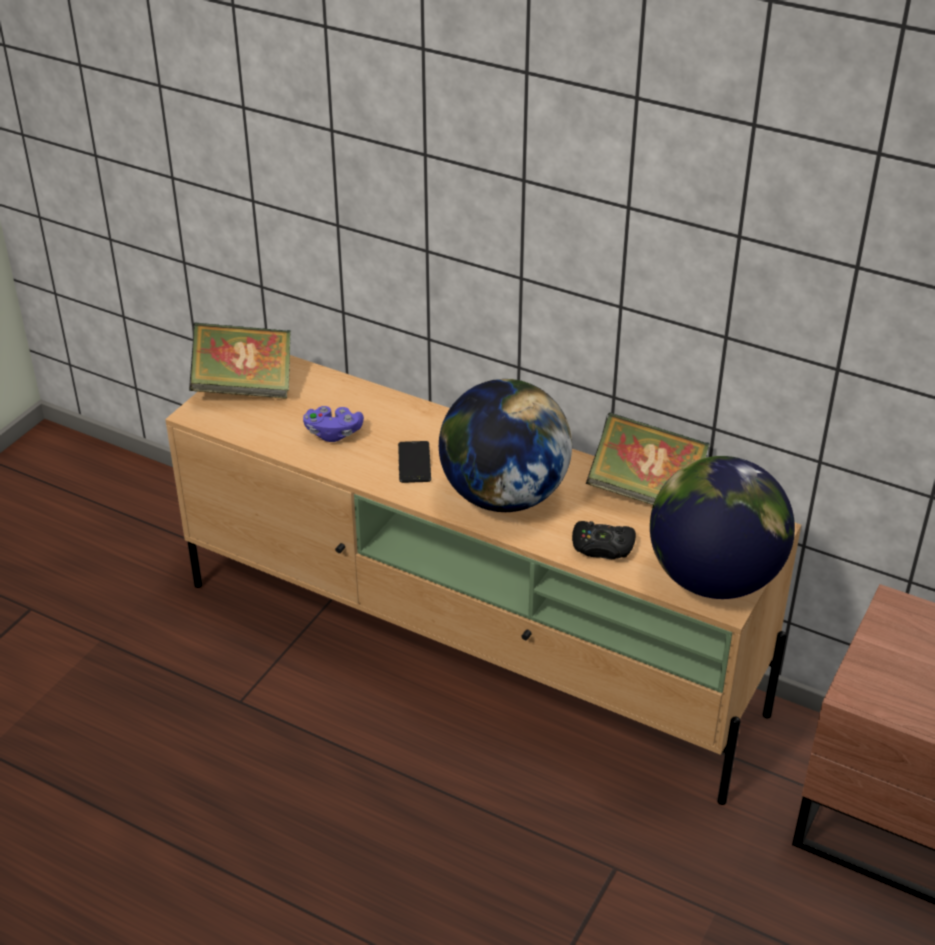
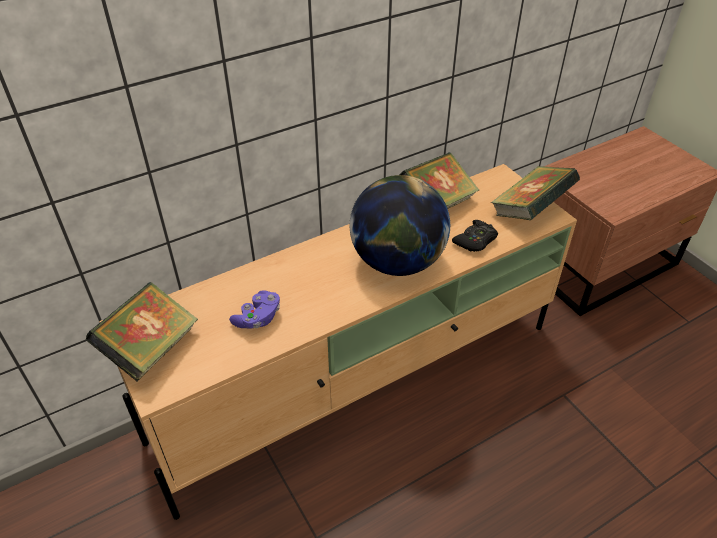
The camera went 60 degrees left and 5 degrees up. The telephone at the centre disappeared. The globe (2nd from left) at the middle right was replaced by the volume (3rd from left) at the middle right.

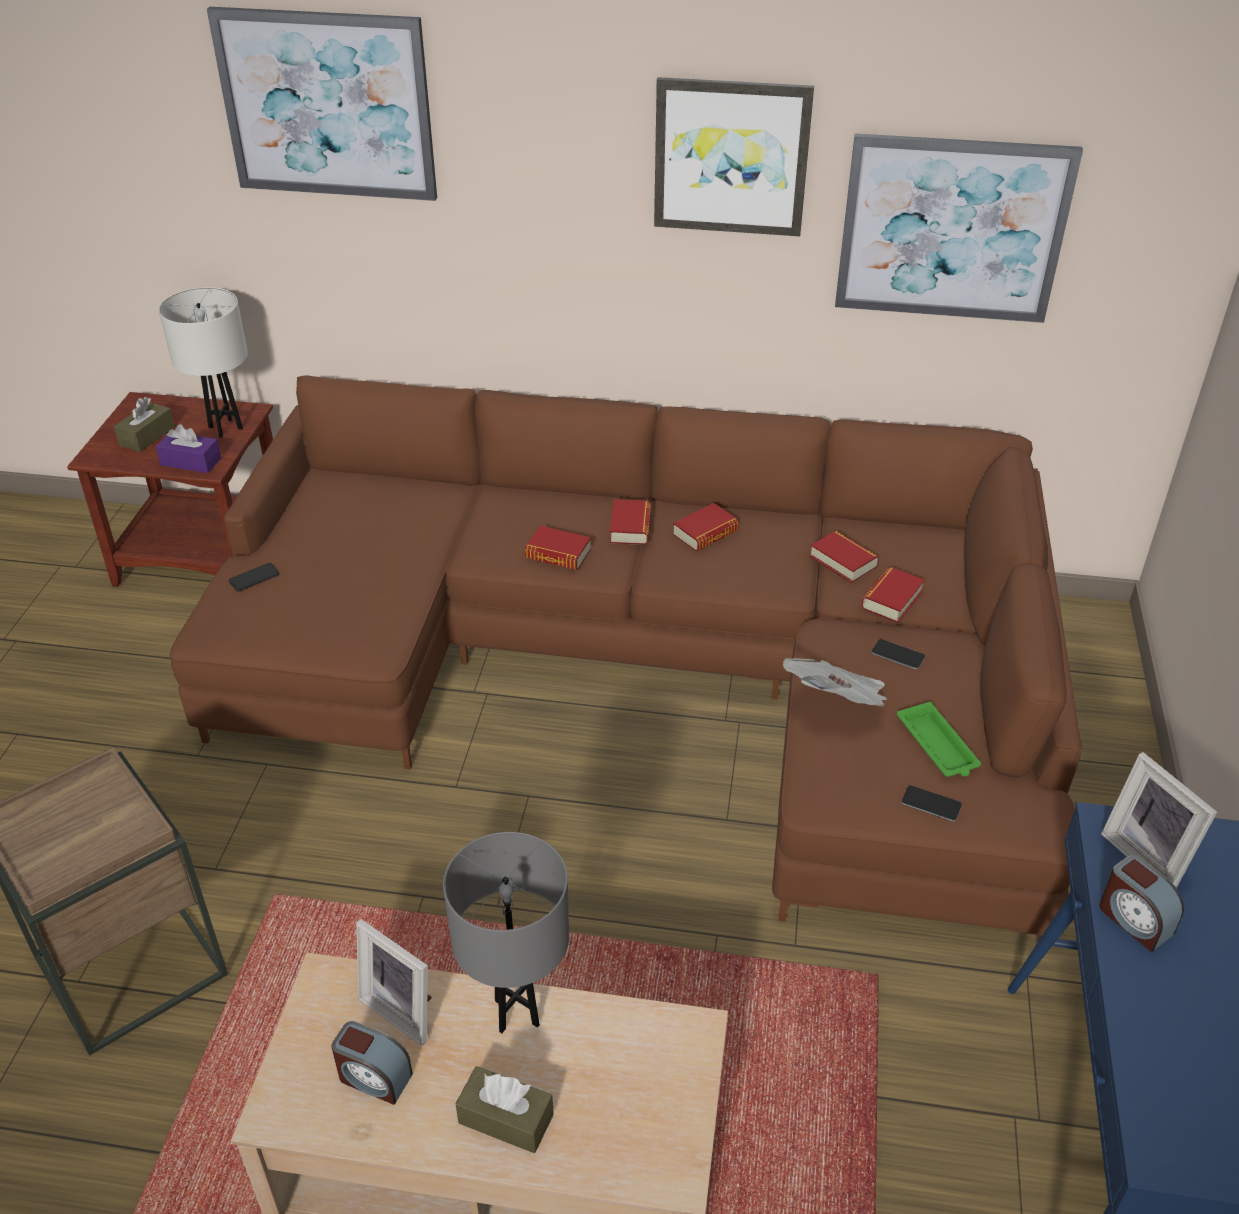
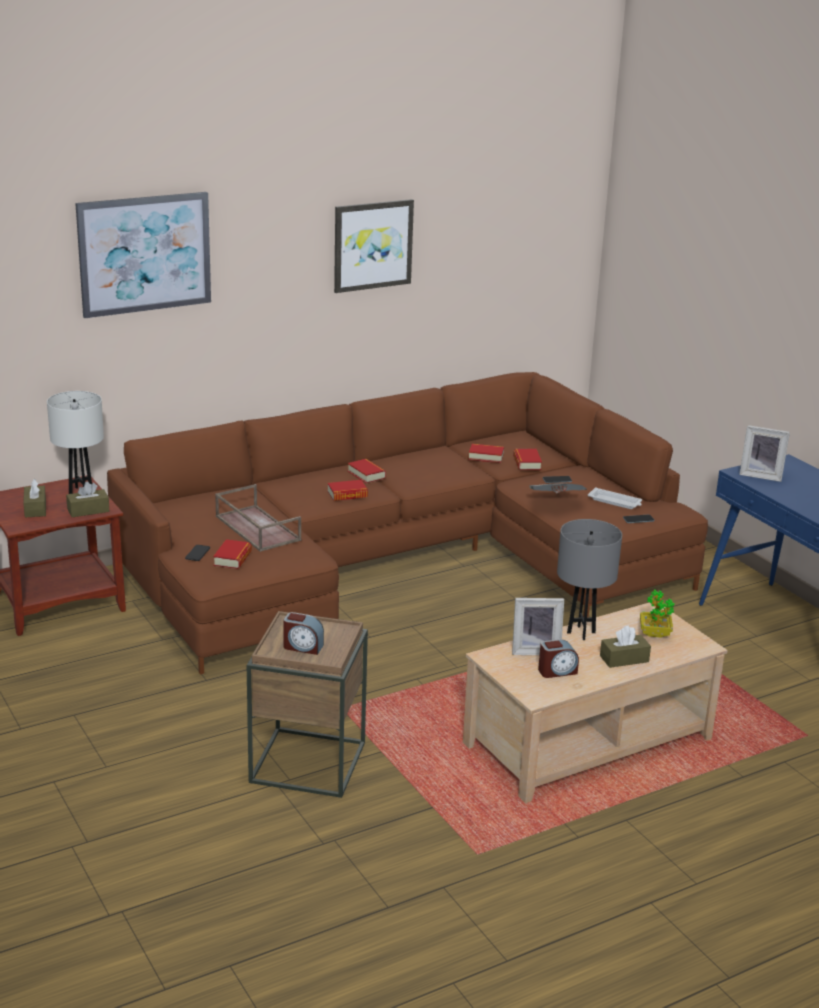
The camera went 40 degrees left and 15 degrees down. The wall art (3rd from left) at the top right disappeared. The brown tray at the middle left appeared. The plant in a pot at the middle right appeared. The volume (3rd from left in the first image) moved from the centre to the middle left. The alarm clock (2nd from left in the first image) moved from the bottom right to the centre. The purple box of tissues at the middle left became the brown box of tissues (2nd from left) at the middle left. The green-coloured tray at the middle right became the white tray at the middle right.

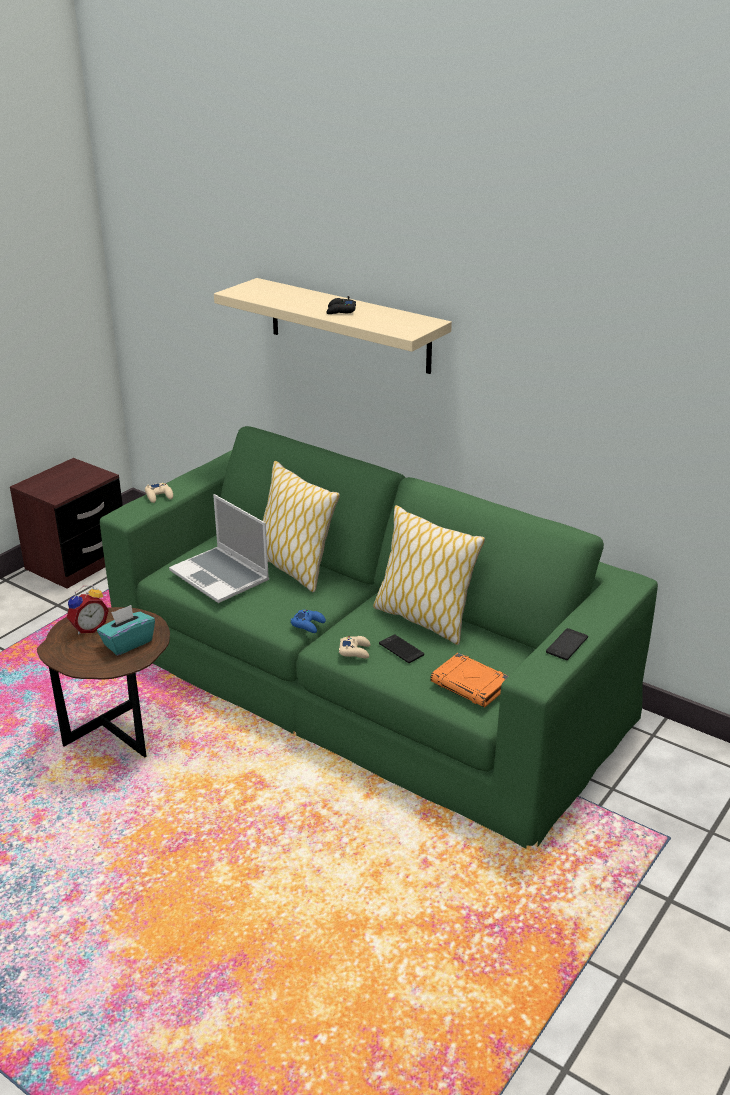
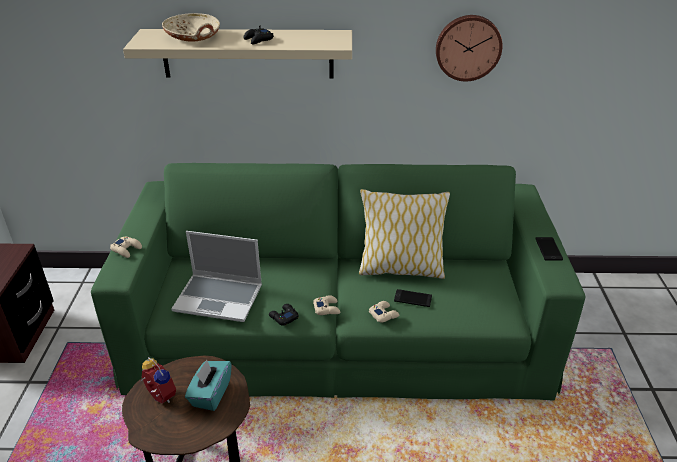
The camera went 35 degrees left and 5 degrees up. The cushion (1st from left) at the centre disappeared. The orangey volume at the centre disappeared. The sand-coloured deep dish at the top left appeared. The blackish gamepad (2nd from left) at the bottom centre appeared. The hanging clock at the top right appeared. The blue-coloured gamepad at the centre became the sand-coloured gamepad (2nd from left) at the centre. The alarm clock at the middle left turned 60 degrees counterclockwise.

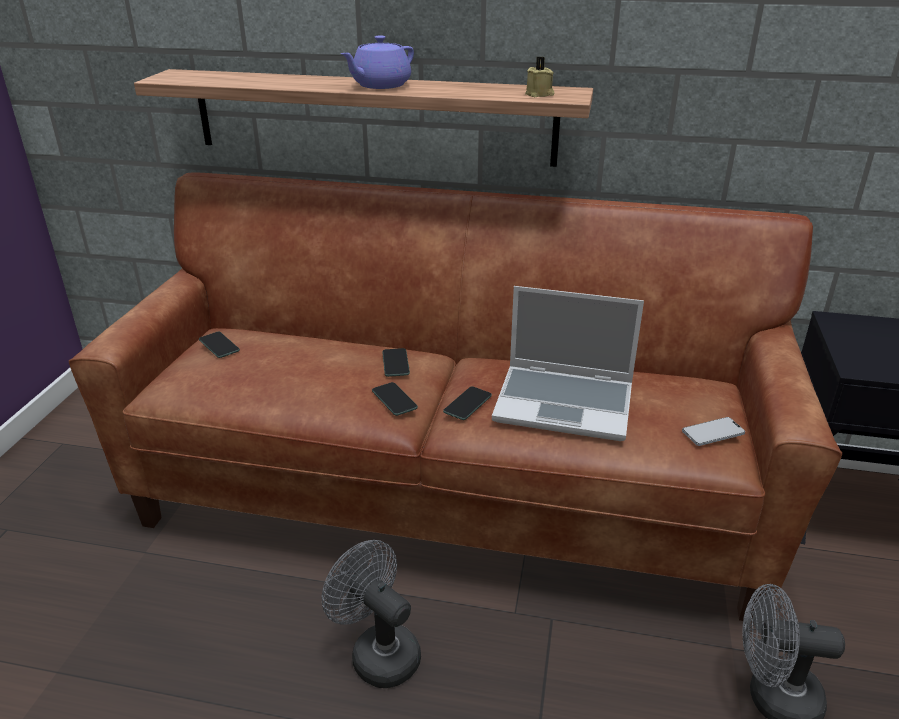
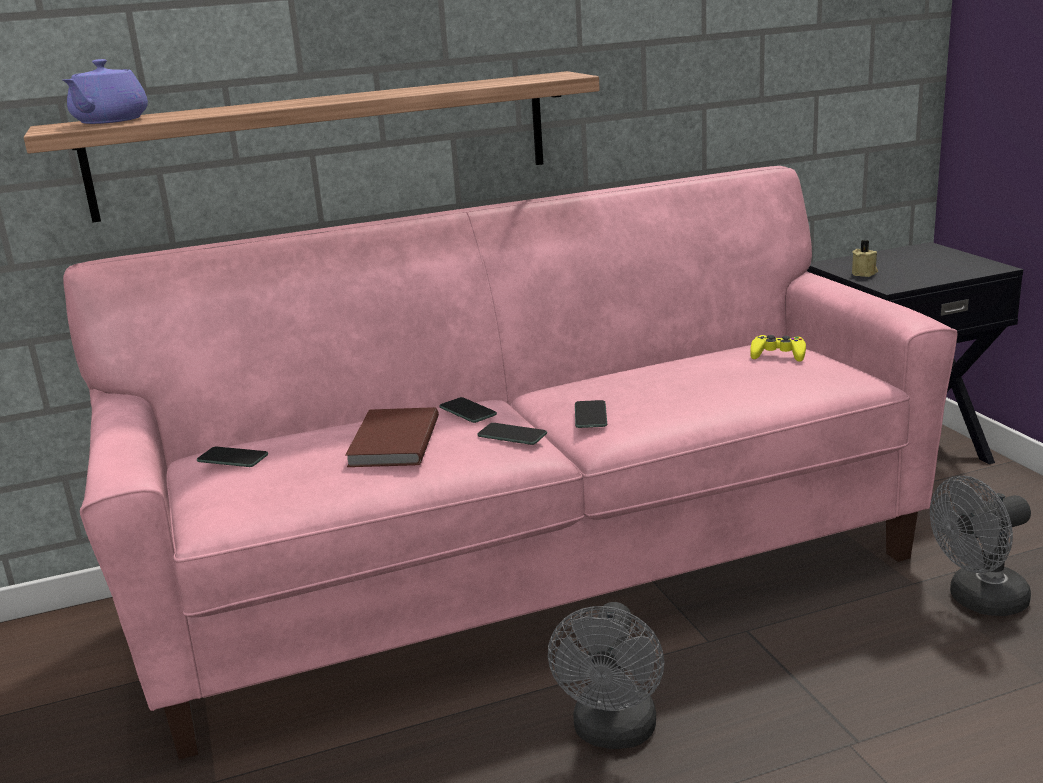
The camera went 30 degrees left and 10 degrees down. The laptop at the centre disappeared. The telephone (5th from left) at the middle right disappeared. The brown volume at the centre appeared. The yellow gamepad at the middle right appeared. The purple pot for tea moved from the top centre to the top left. The sand-coloured candle moved from the top centre to the top right. The brown settee at the centre became the pink settee at the centre. The greyish fan (1st from left) at the bottom centre turned 90 degrees counterclockwise.

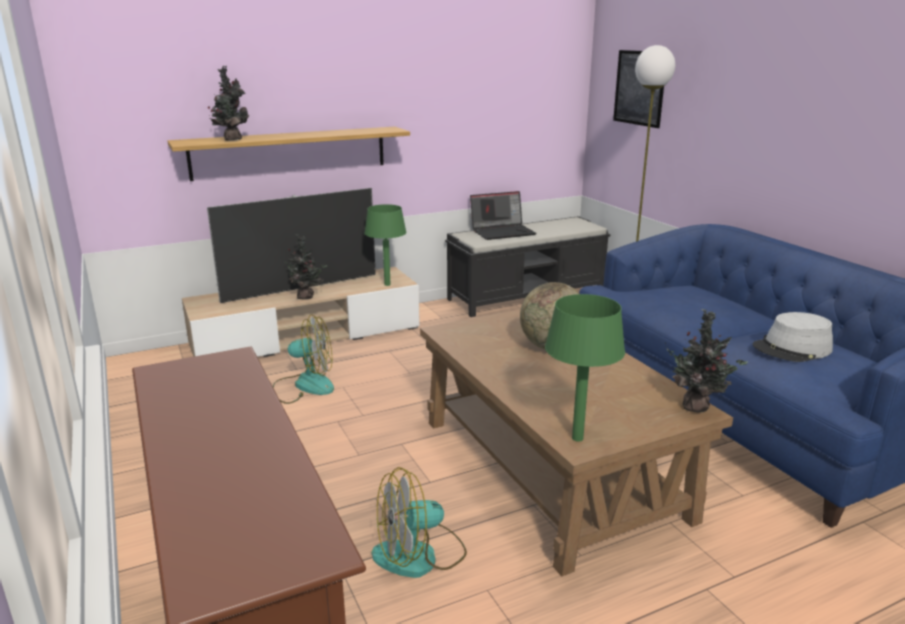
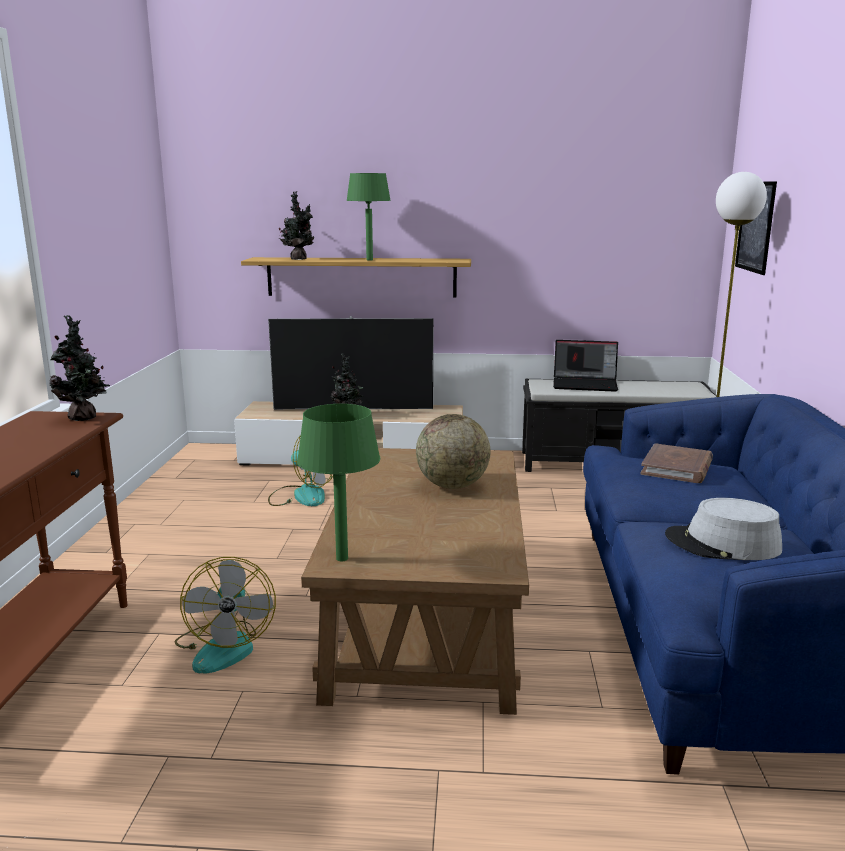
The camera went 30 degrees right and 5 degrees down. The brown volume at the middle right appeared. The green-coloured lamp for a table (1st from left in the first image) moved from the centre to the top centre. The plant in a pot (3rd from left in the first image) moved from the middle right to the middle left. The fan (2nd from left in the first image) at the bottom centre turned 105 degrees counterclockwise.

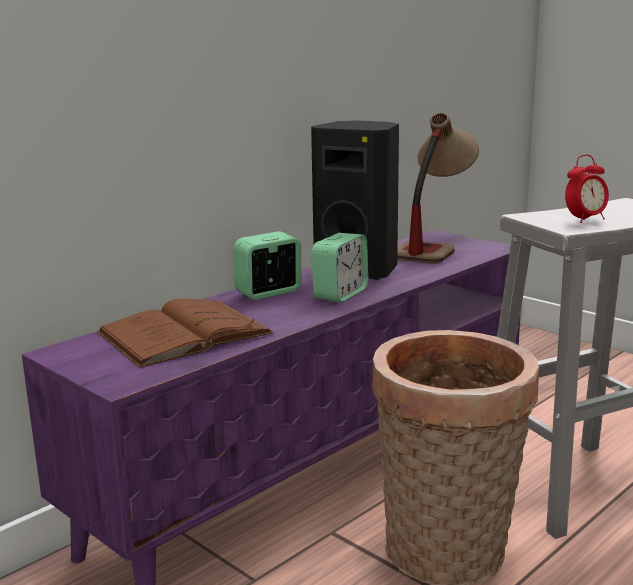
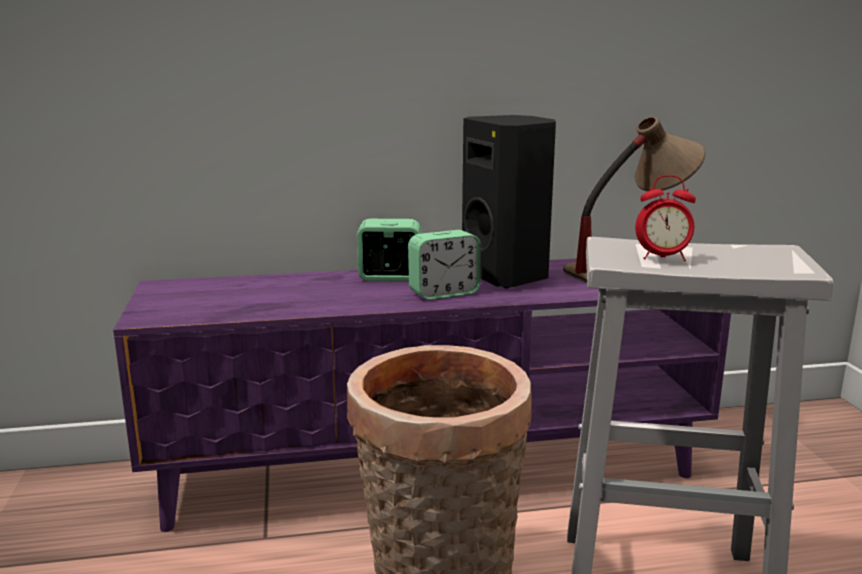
The camera went 35 degrees right and 0 degrees up. The brown volume at the middle left disappeared.

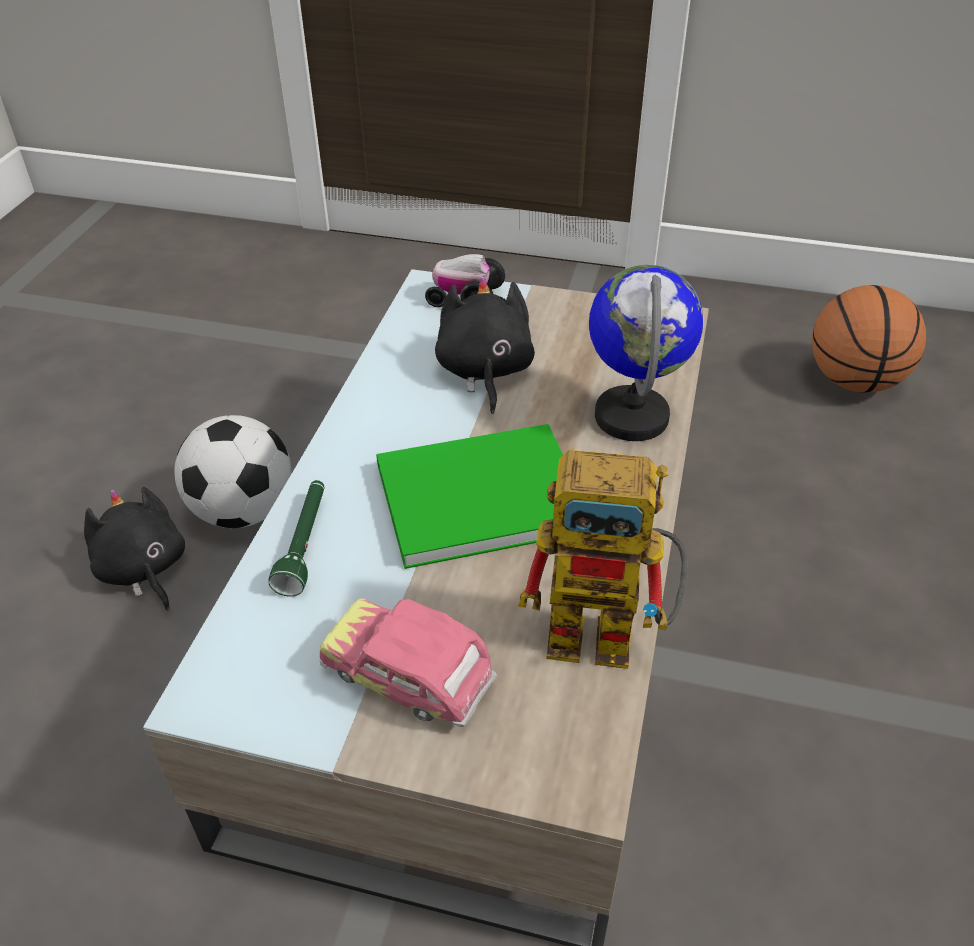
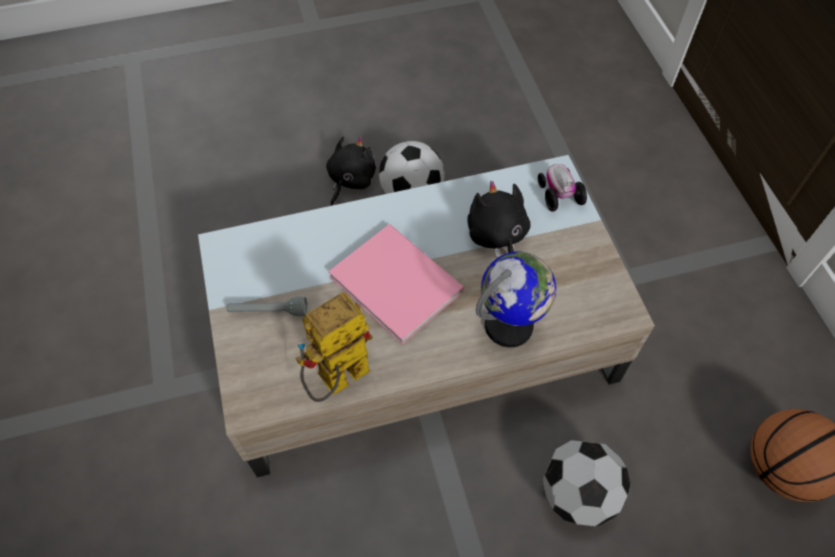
The camera went 60 degrees right and 15 degrees up. The green-coloured torch at the middle left disappeared. The football (2nd from left) at the bottom right appeared. The miniature car (1st from left) at the bottom centre was replaced by the greyish torch at the middle left. The green-coloured volume at the centre became the pink volume at the centre. The blackish soft toy (2nd from left) at the centre turned 75 degrees counterclockwise. The model robot at the centre turned 75 degrees clockwise.

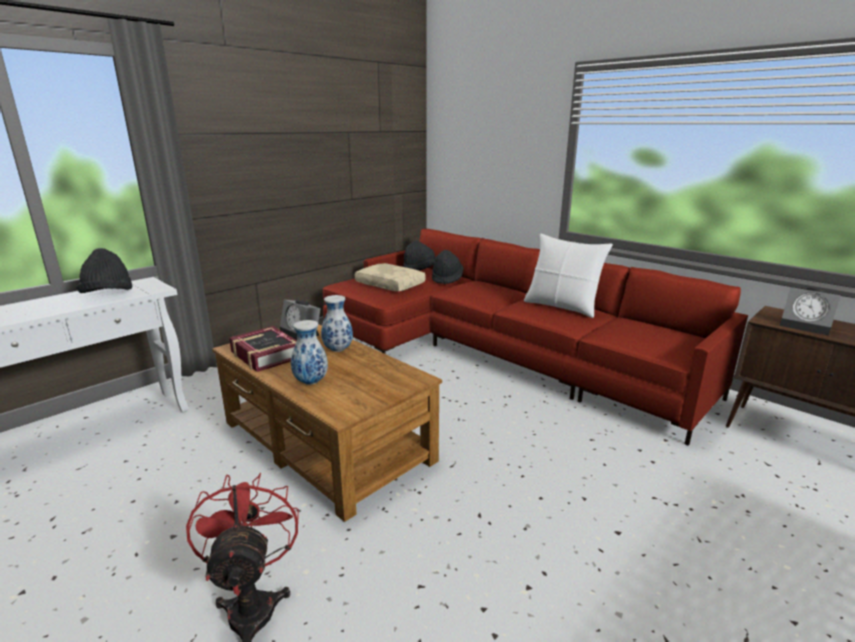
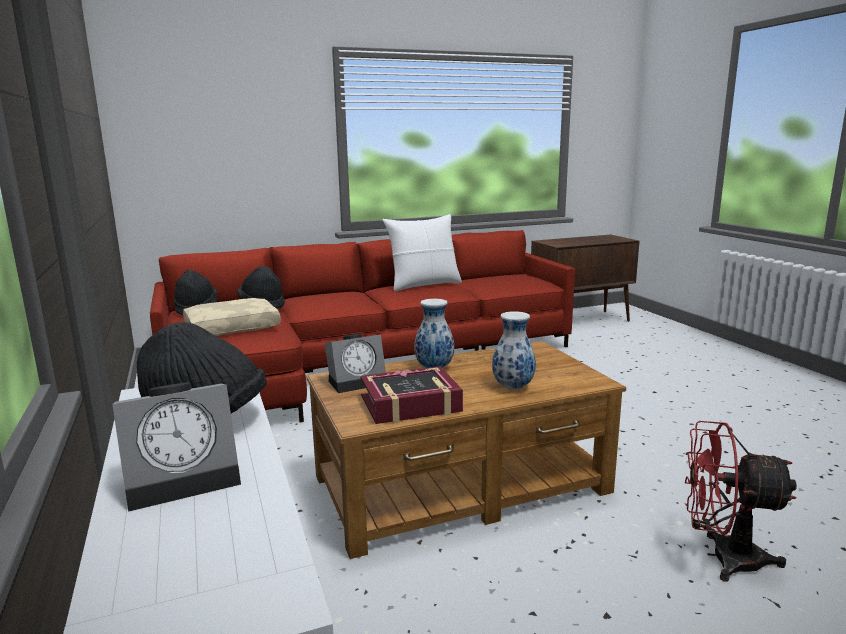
The camera went 65 degrees left and 5 degrees down. The alarm clock (2nd from left in the first image) moved from the middle right to the bottom left.

